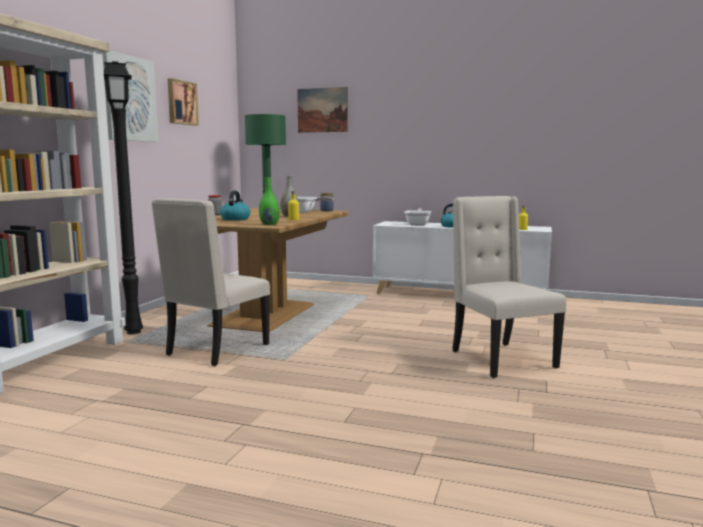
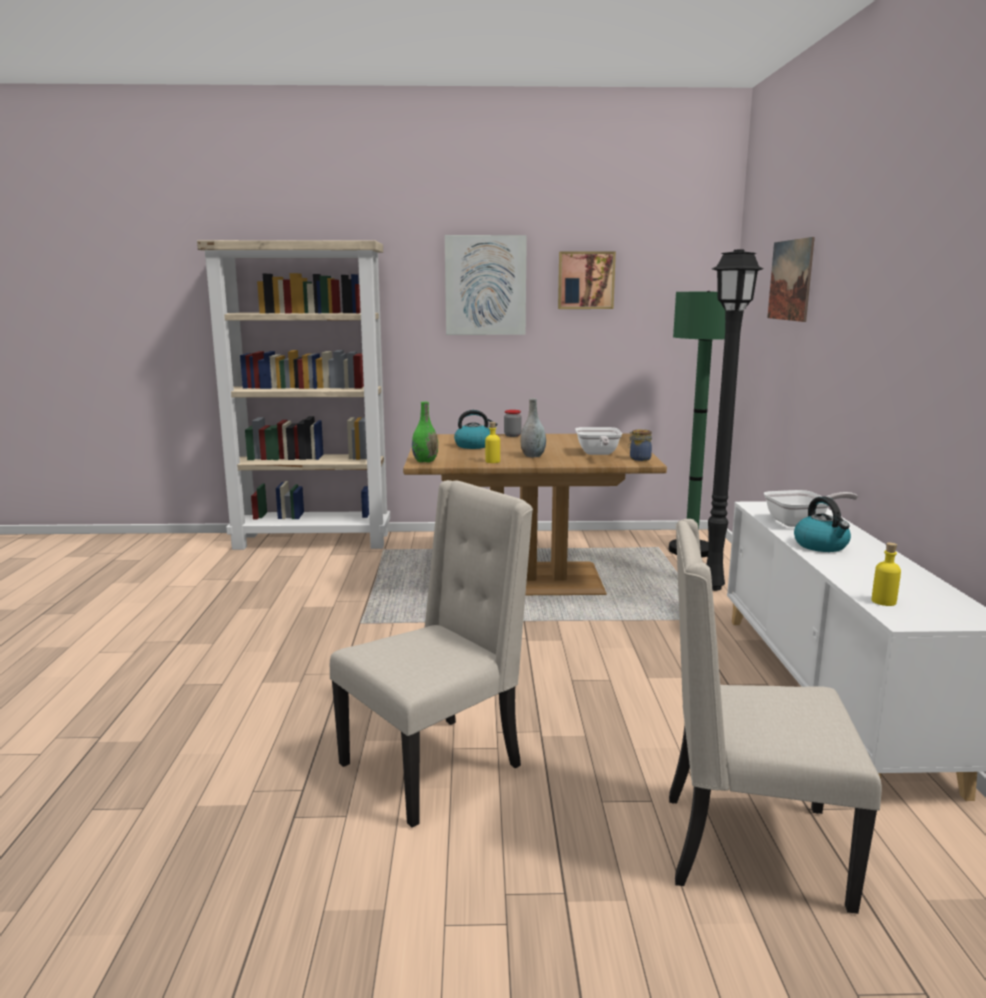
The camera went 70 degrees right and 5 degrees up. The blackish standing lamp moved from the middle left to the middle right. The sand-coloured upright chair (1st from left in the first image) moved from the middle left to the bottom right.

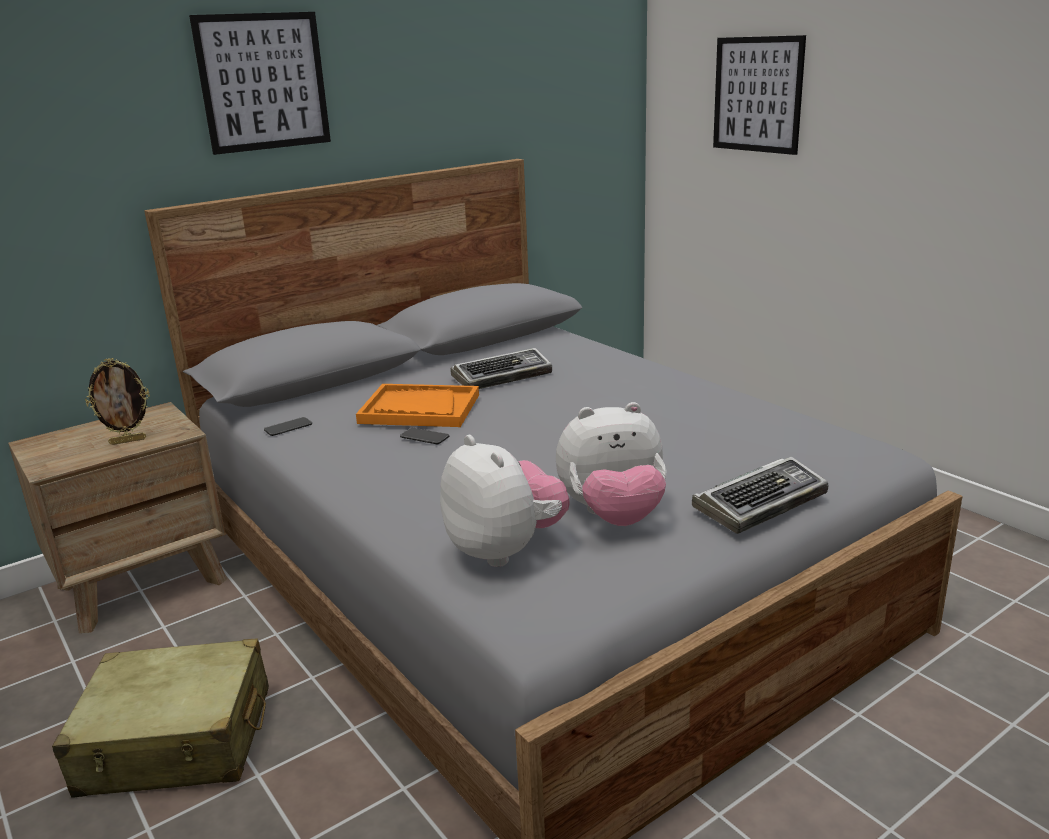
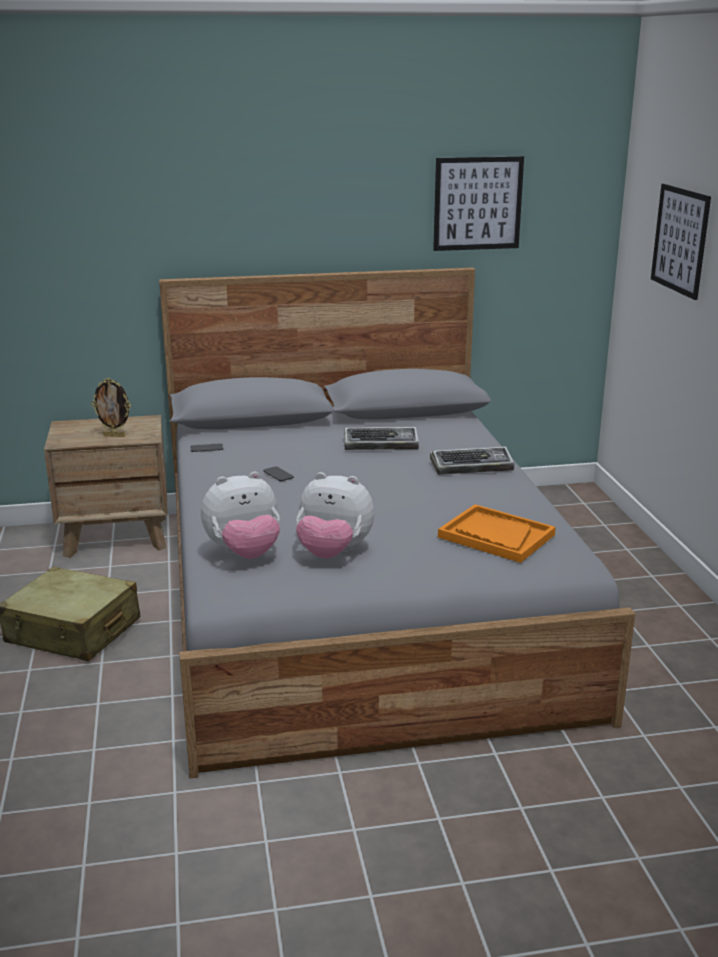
The camera went 25 degrees right and 0 degrees up. The wall art (1st from left) moved from the top left to the top centre. The orangey tray moved from the centre to the middle right. The PC keyboard (2nd from left) moved from the middle right to the centre. The soft toy (1st from left) at the centre turned 75 degrees clockwise.

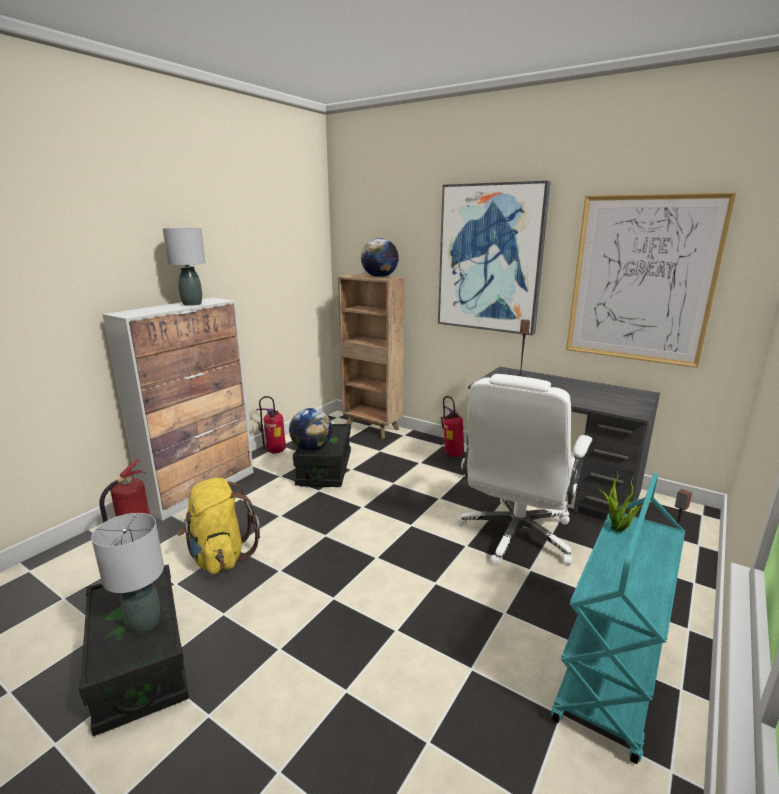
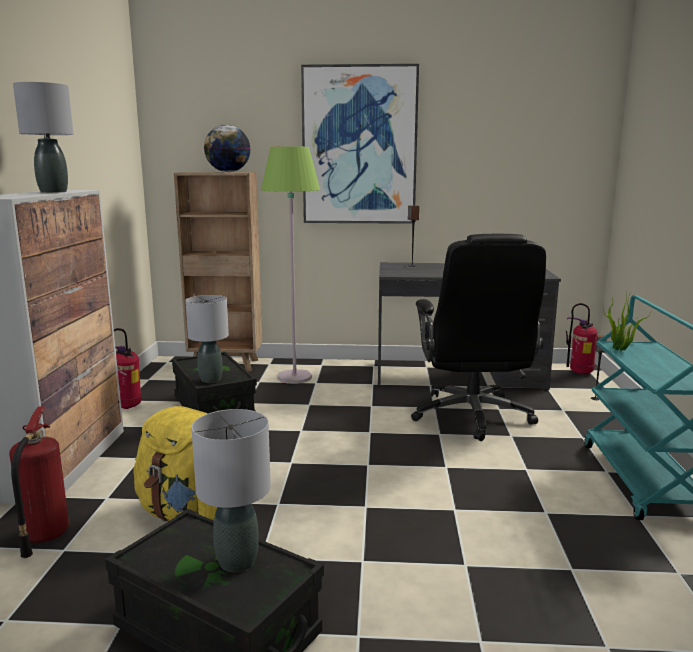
The camera went 30 degrees left and 5 degrees down. The wall art (2nd from left) at the middle right disappeared. The green-coloured standing lamp at the centre appeared. The fire-fighting cylinder (3rd from left) moved from the centre to the middle right. The globe (1st from left) at the centre was replaced by the greyish lamp for a table (2nd from left) at the middle left. The white computer chair at the middle right became the blackish computer chair at the middle right.

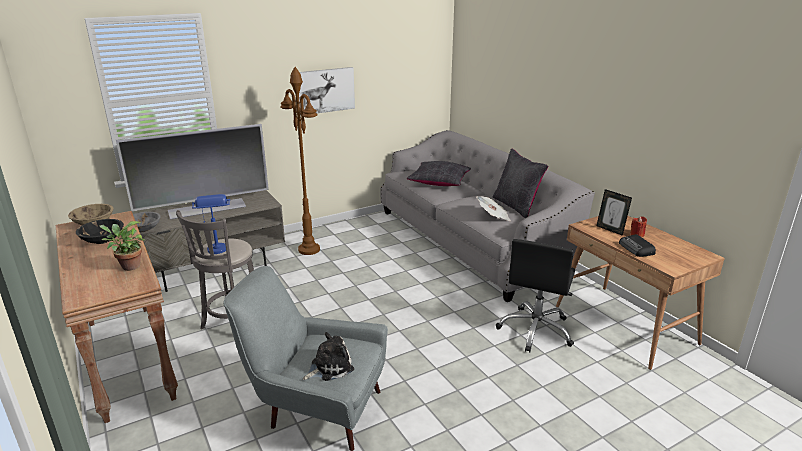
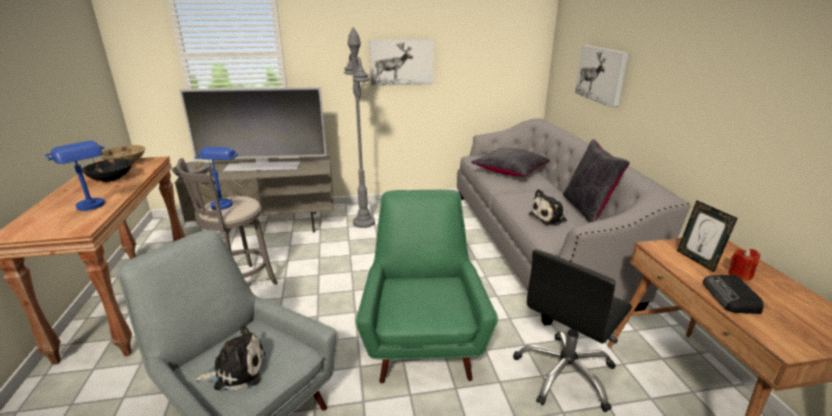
The camera went 20 degrees right and 0 degrees up. The green-coloured lounge chair at the bottom centre appeared. The wall art (2nd from left) at the top right appeared. The plant in a pot at the middle left was replaced by the blue-coloured lamp for a table (1st from left) at the middle left. The printed paper at the centre was replaced by the soft toy (2nd from left) at the centre. The brown standing lamp at the centre became the greyish standing lamp at the top centre.

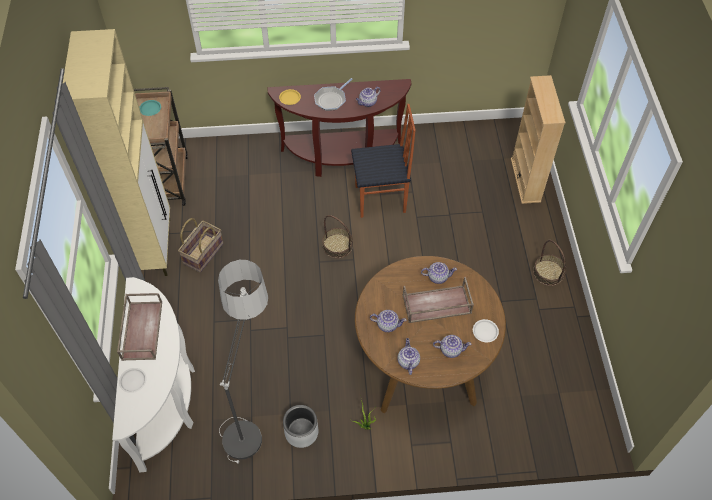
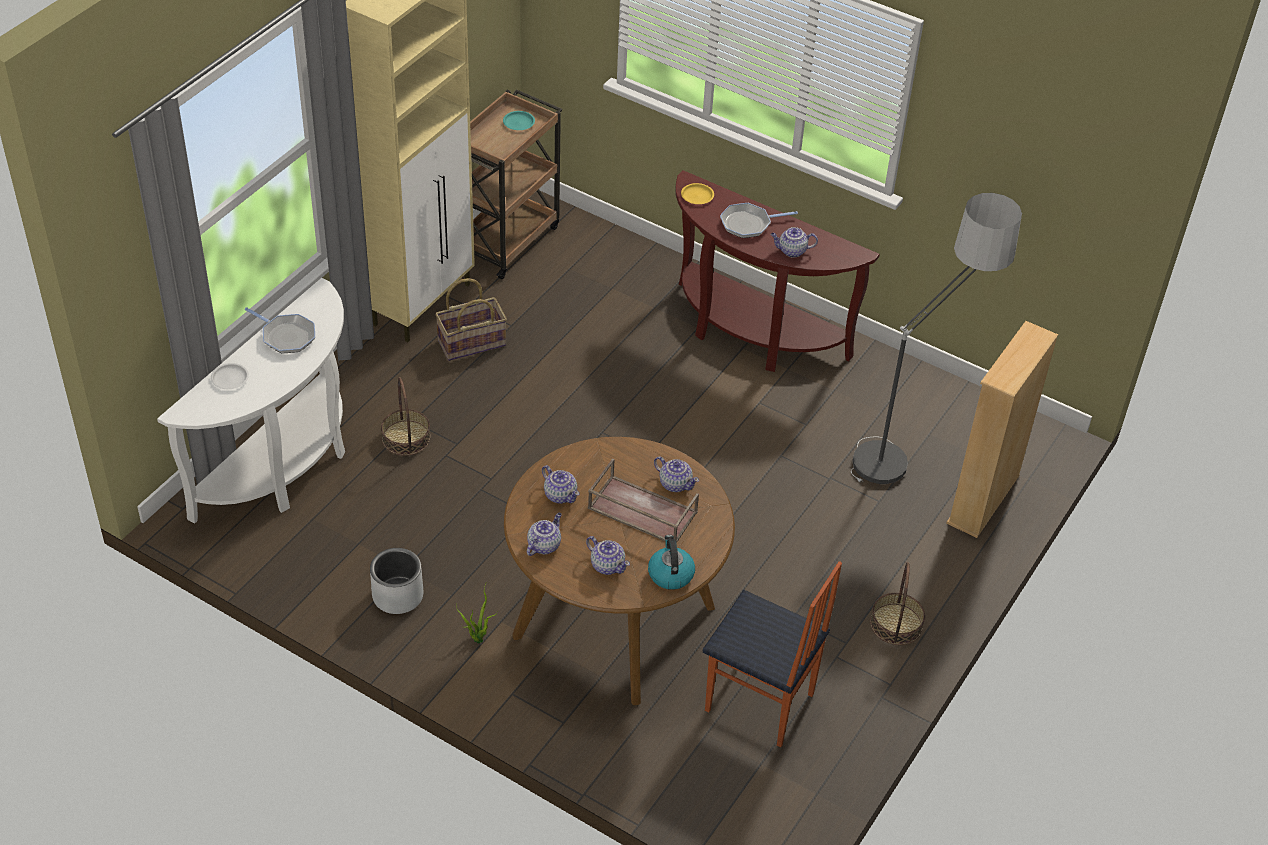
The camera went 35 degrees right and 10 degrees down. The standing lamp moved from the bottom centre to the middle right. The storage basket (2nd from left in the first image) moved from the centre to the middle left. The upright chair moved from the top centre to the bottom centre. The brown tray (1st from left) at the middle left was replaced by the pan (1st from left) at the middle left. The white flat dish (2nd from left) at the middle right was replaced by the water kettle at the centre.

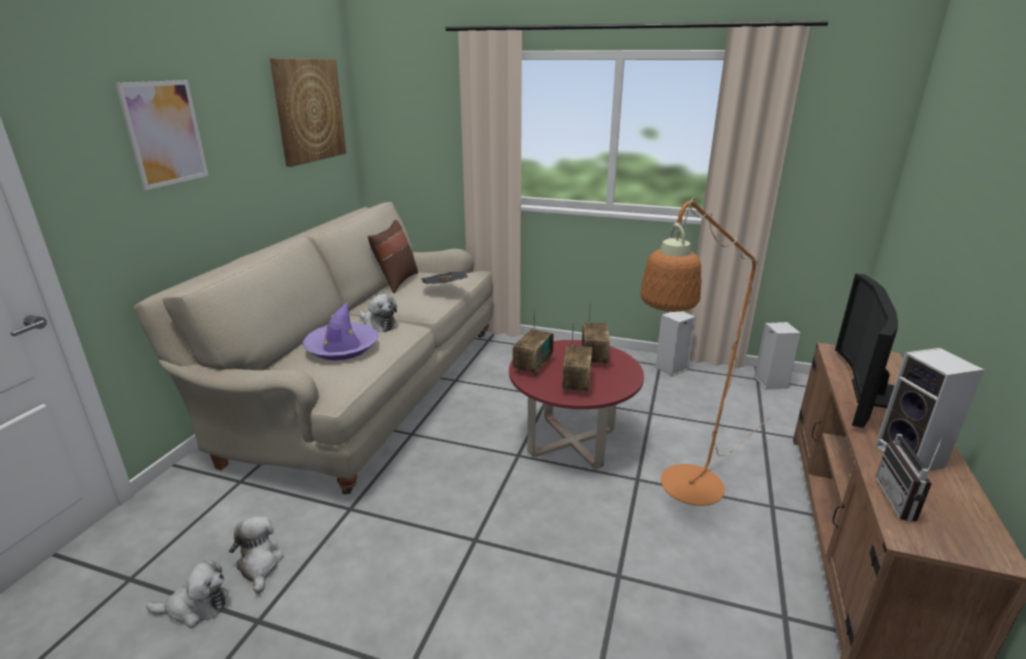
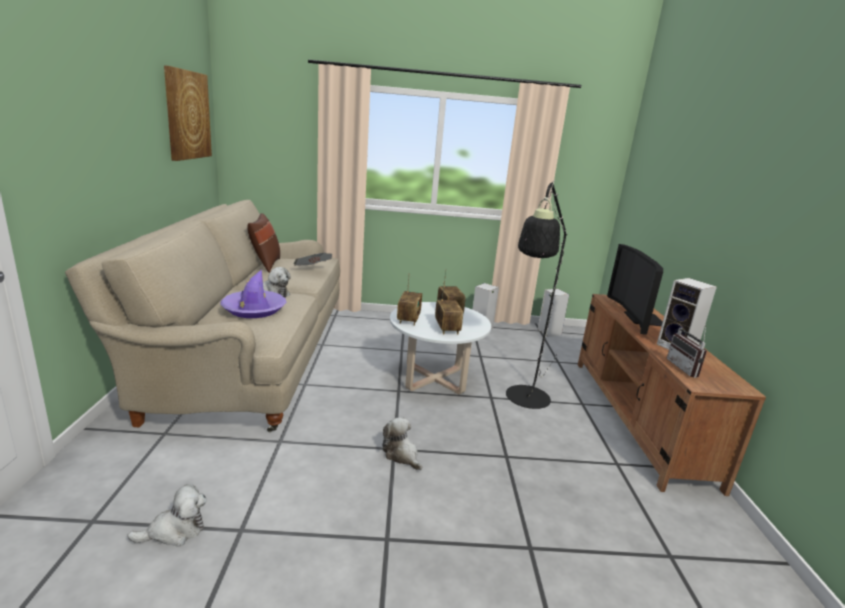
The camera went 20 degrees left and 5 degrees down. The wall art (1st from left) at the top left disappeared. The soft toy (2nd from left in the first image) moved from the bottom left to the bottom centre. The red coffee table at the centre became the white coffee table at the centre. The orangey standing lamp at the middle right became the blackish standing lamp at the centre.

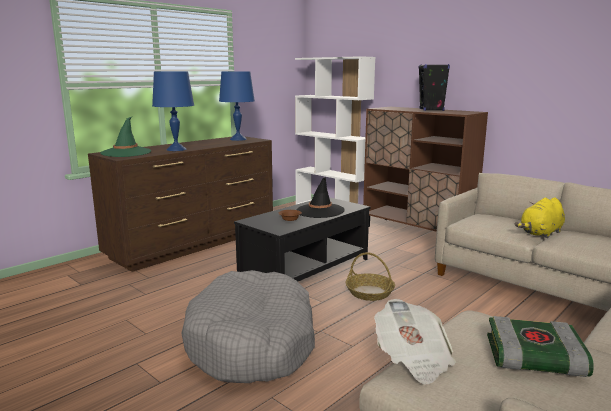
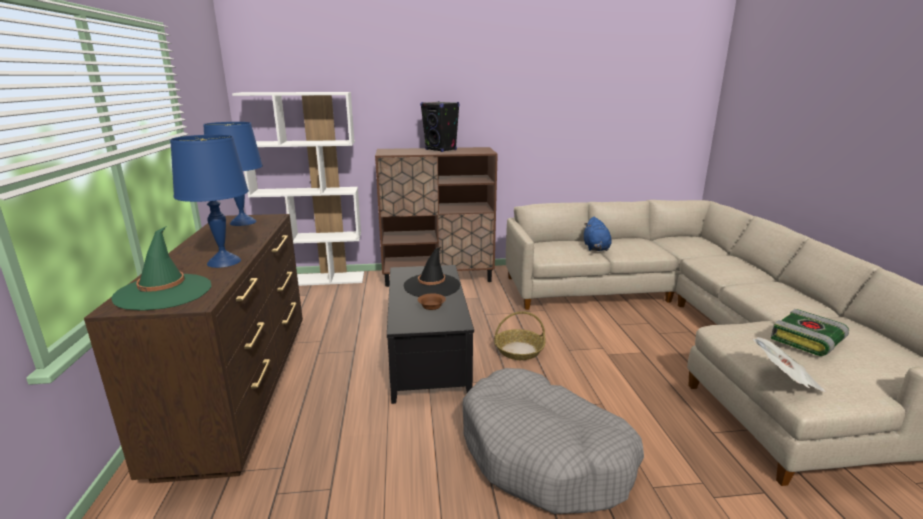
The camera went 50 degrees left and 5 degrees up. The yellow soft toy at the middle right became the blue-coloured soft toy at the centre.

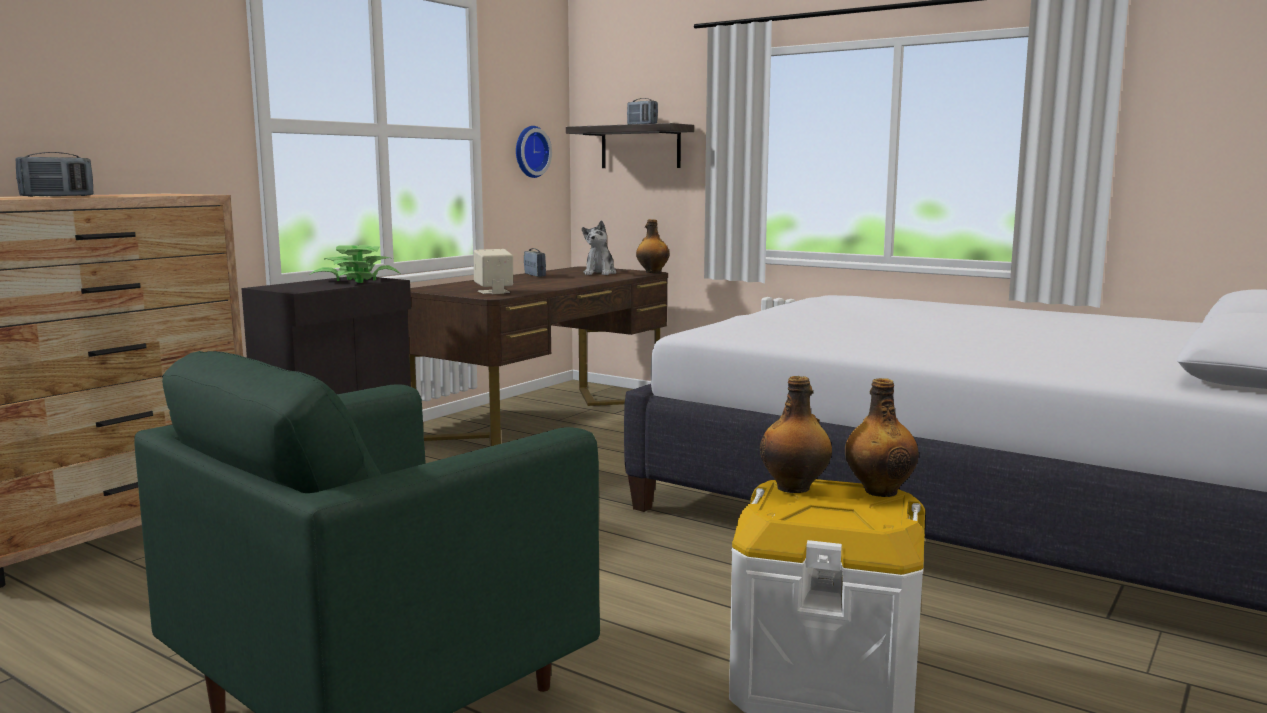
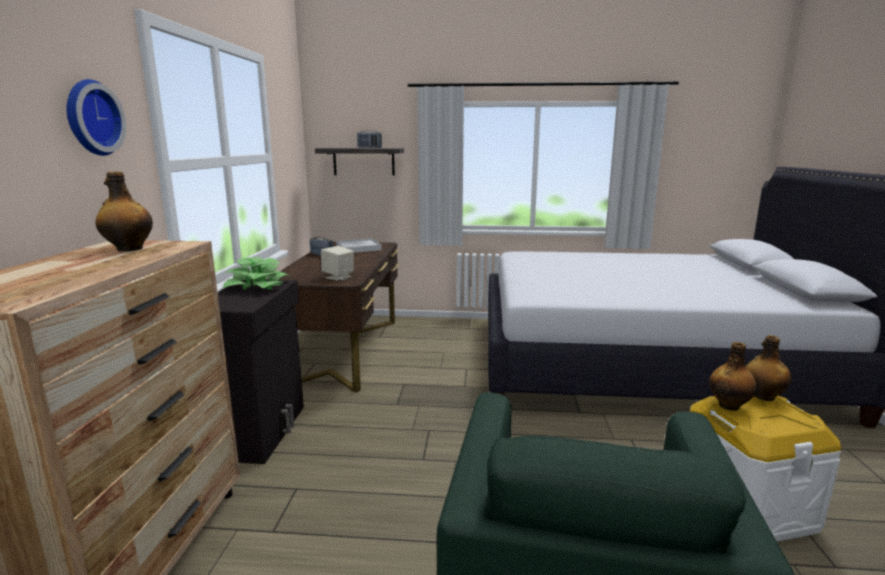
The camera went 30 degrees left and 5 degrees up. The radio set (1st from left) at the top left disappeared. The hanging clock moved from the top centre to the top left. The bottle (1st from left) moved from the centre to the middle left. The soft toy at the centre was replaced by the white tray at the centre.

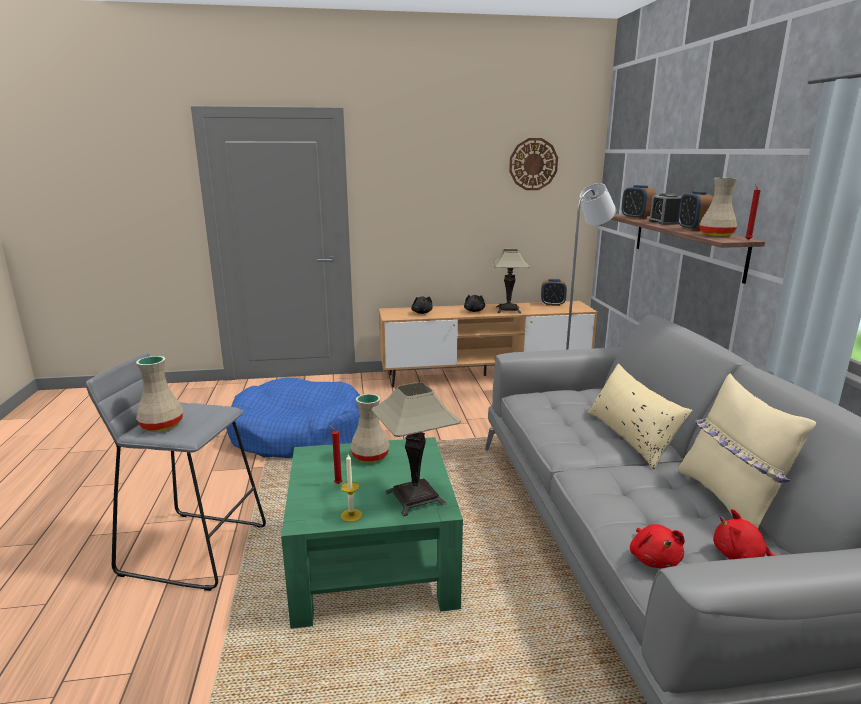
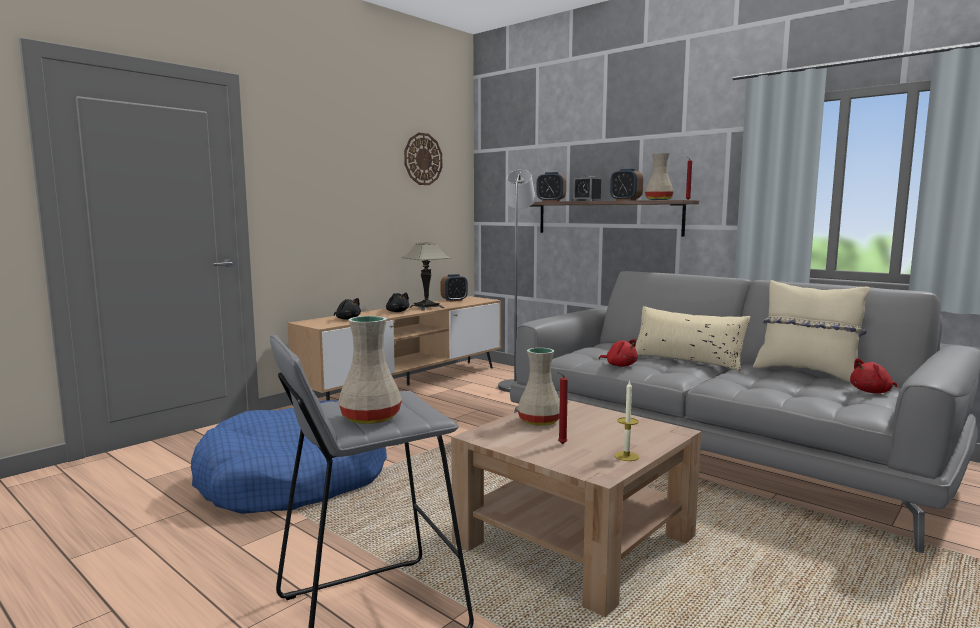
The camera went 40 degrees left and 10 degrees down. The lamp for a table (1st from left) at the centre disappeared. The red soft toy (1st from left) moved from the bottom right to the centre. The green-coloured coffee table at the bottom centre became the brown coffee table at the bottom centre.

